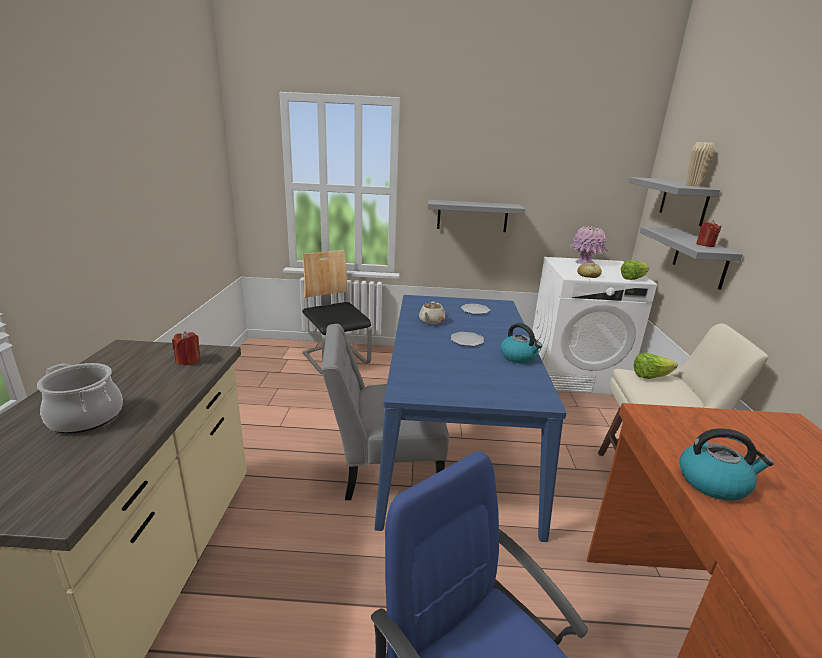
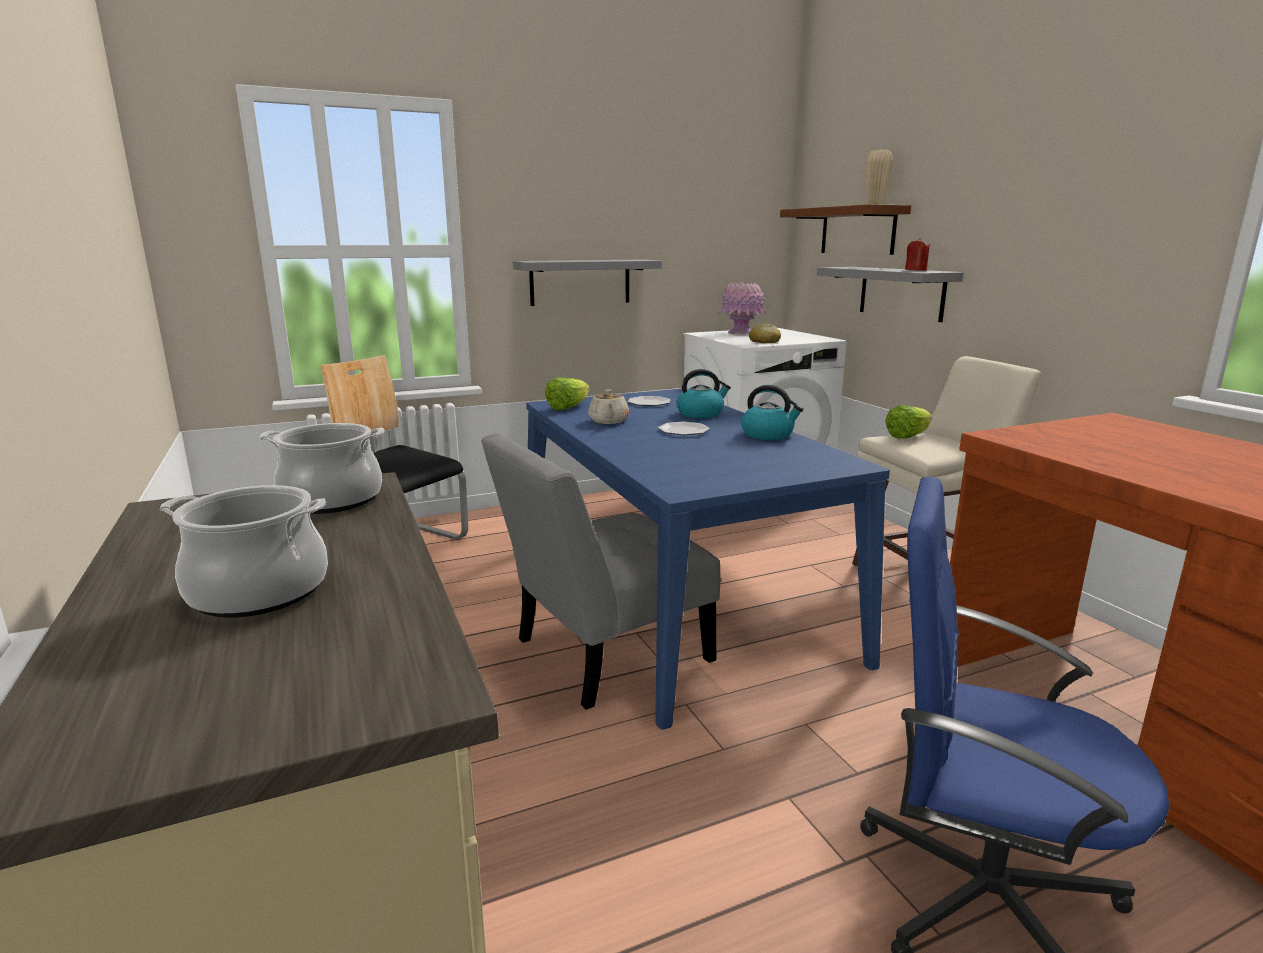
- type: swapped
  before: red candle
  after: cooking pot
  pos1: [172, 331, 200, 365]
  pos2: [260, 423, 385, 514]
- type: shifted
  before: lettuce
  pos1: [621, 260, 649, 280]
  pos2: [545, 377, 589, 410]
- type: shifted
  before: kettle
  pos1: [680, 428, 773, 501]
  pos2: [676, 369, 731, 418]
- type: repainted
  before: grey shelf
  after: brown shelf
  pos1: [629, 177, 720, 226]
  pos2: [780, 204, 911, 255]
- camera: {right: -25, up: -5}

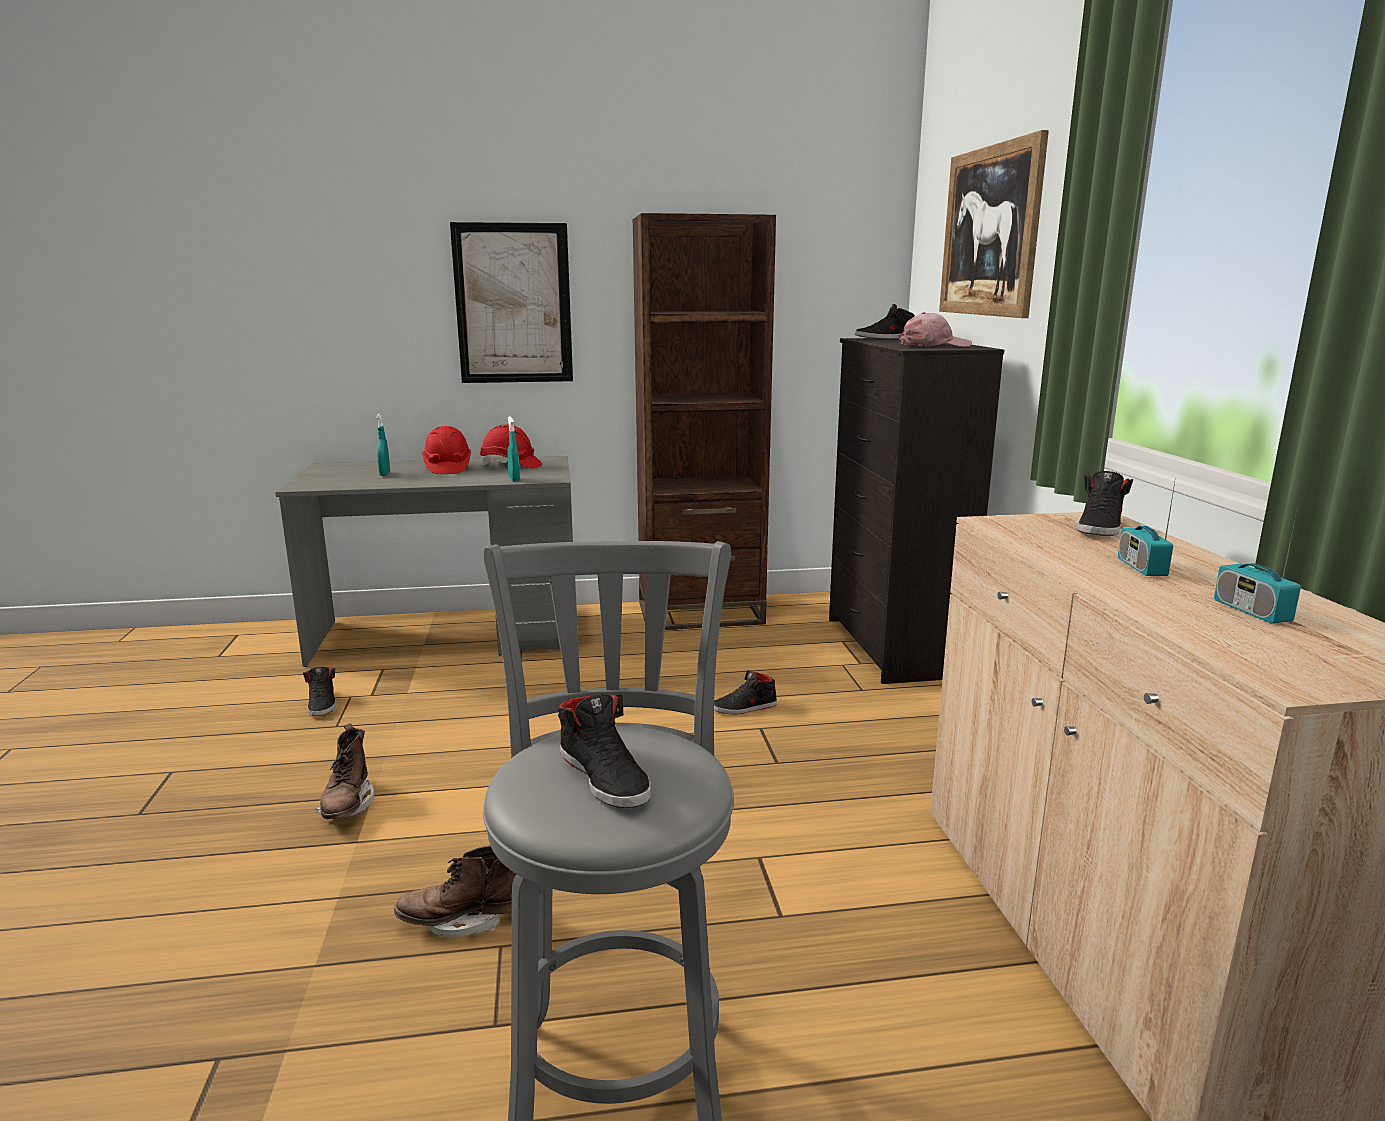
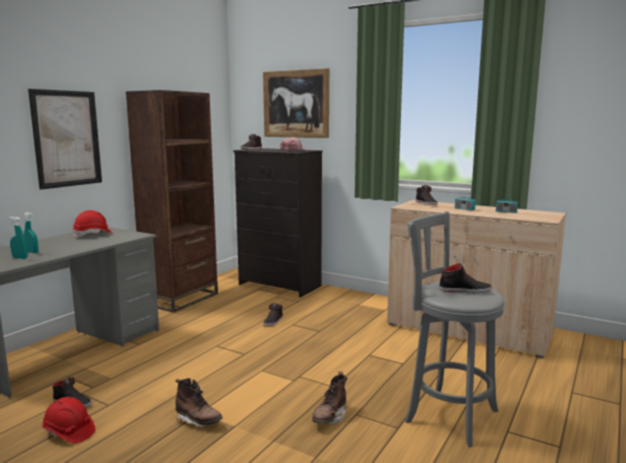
- type: shifted
  before: turquoise spray bottle
  pos1: [507, 417, 520, 482]
  pos2: [9, 216, 28, 259]
- type: shifted
  before: red hard hat
  pos1: [422, 426, 471, 474]
  pos2: [42, 397, 95, 444]
- camera: {right: -50, up: -5}

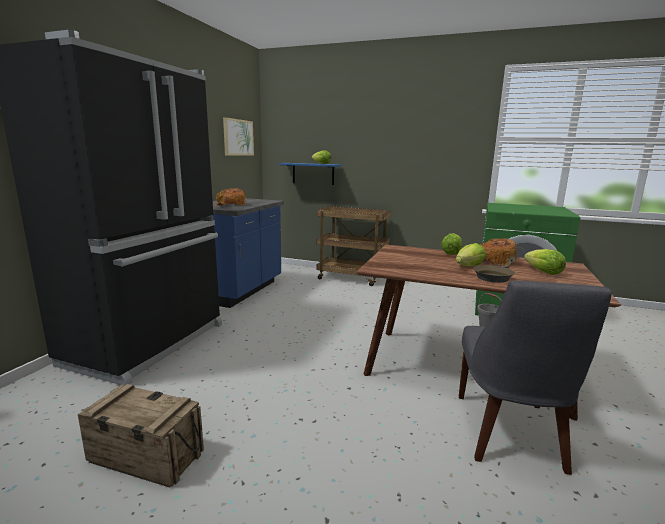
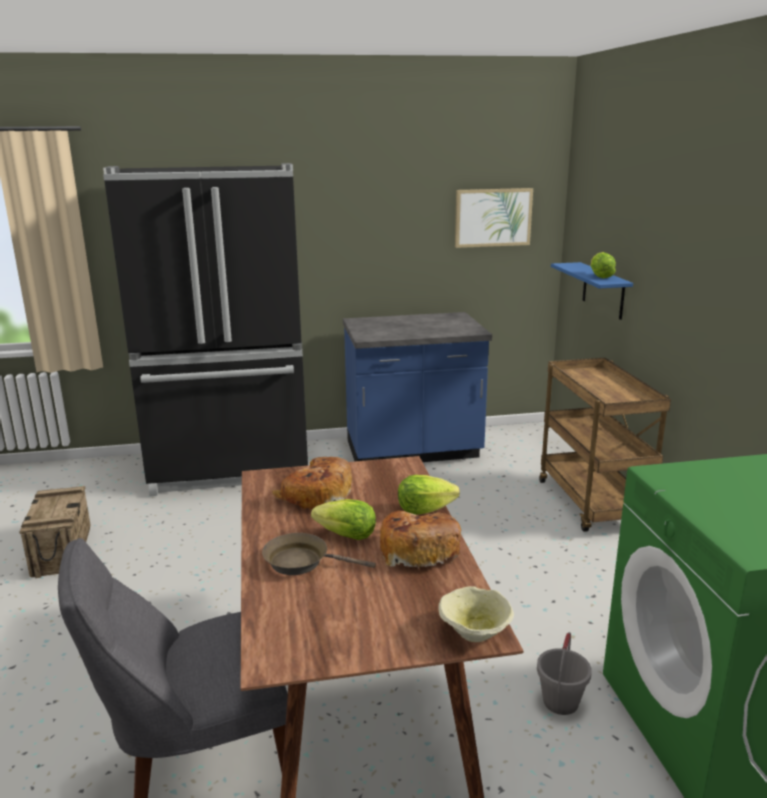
- type: shifted
  before: bread
  pos1: [214, 188, 246, 206]
  pos2: [272, 457, 352, 510]
- type: new
  after: beige bowl
  pos2: [438, 586, 514, 642]
- type: gone
  before: lettuce
  pos1: [524, 249, 566, 275]
- camera: {right: 60, up: 5}

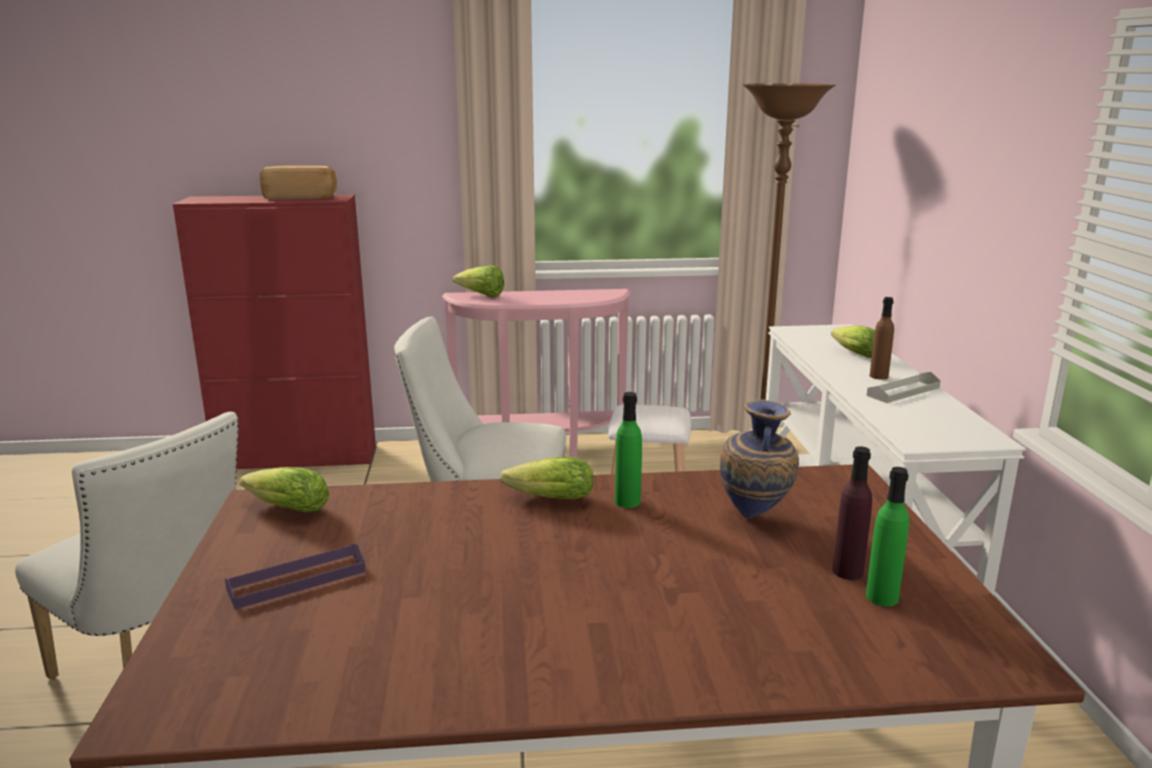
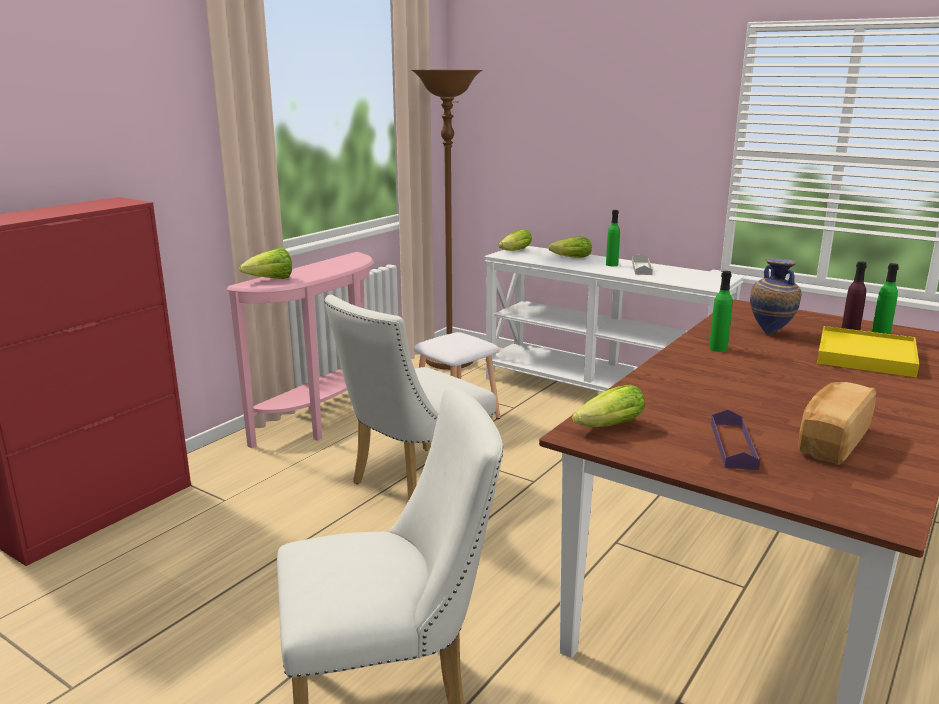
- type: shifted
  before: lettuce
  pos1: [500, 457, 594, 500]
  pos2: [499, 229, 532, 251]
- type: repainted
  before: brown bottle
  after: green bottle
  pos1: [870, 297, 894, 380]
  pos2: [606, 210, 620, 266]
- type: shifted
  before: bread
  pos1: [260, 165, 337, 199]
  pos2: [798, 382, 877, 465]
- type: new
  after: yellow tray
  pos2: [817, 326, 919, 378]
- camera: {right: -50, up: 0}

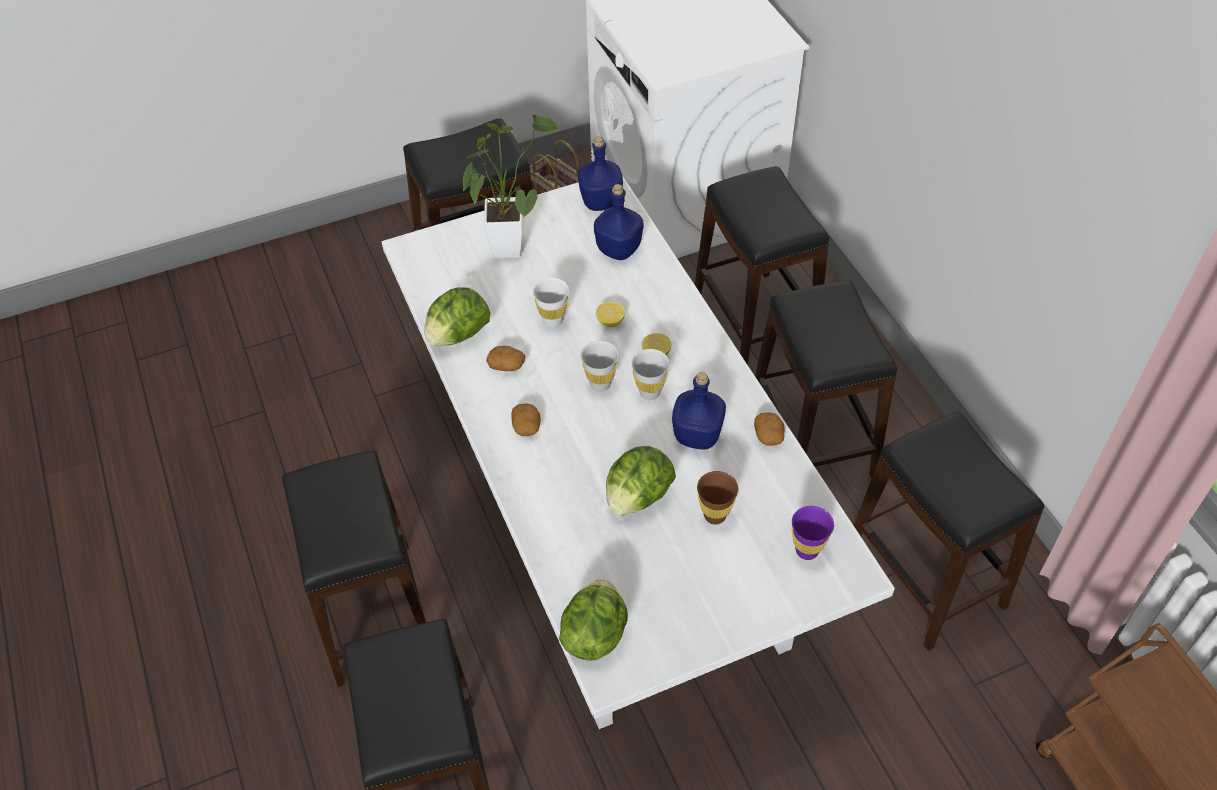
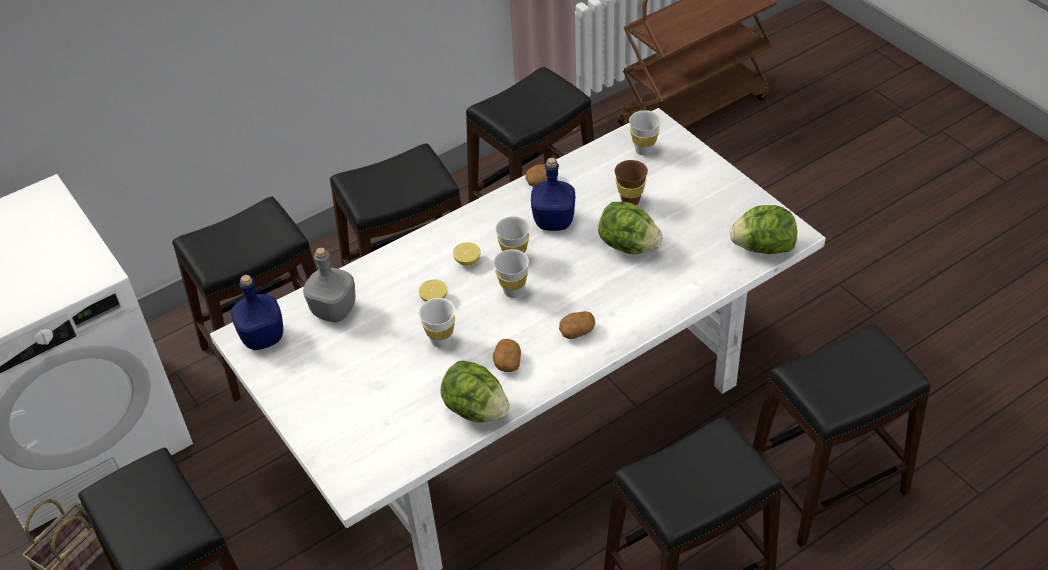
- type: repainted
  before: blue bottle
  after: grey bottle
  pos1: [594, 184, 643, 260]
  pos2: [303, 247, 355, 322]
- type: repainted
  before: purple cup
  after: white cup
  pos1: [792, 506, 834, 560]
  pos2: [629, 110, 661, 156]
- type: gone
  before: potted plant
  pos1: [463, 114, 558, 259]
- camera: {right: -100, up: -5}

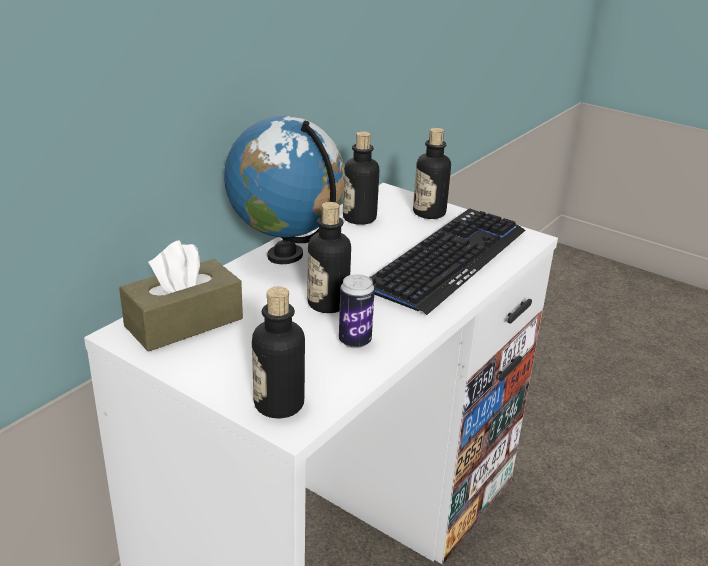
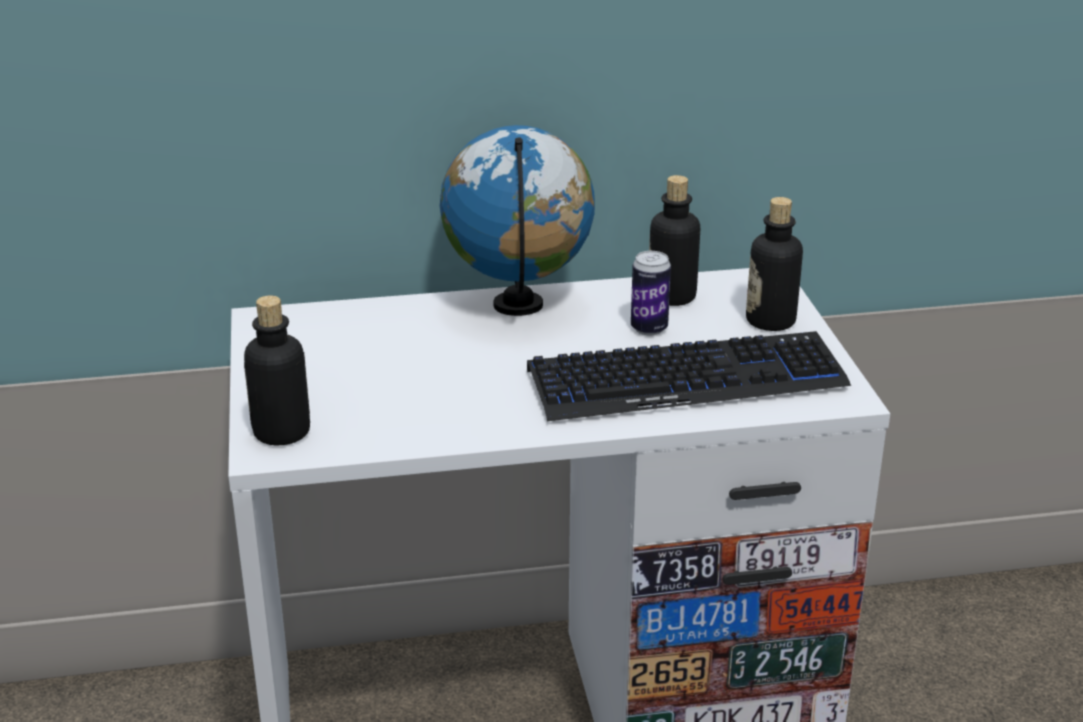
- type: shifted
  before: can
  pos1: [339, 274, 375, 349]
  pos2: [631, 251, 671, 335]
- type: gone
  before: brown tissue box
  pos1: [119, 240, 243, 352]
- type: gone
  before: bottle
  pos1: [307, 202, 351, 313]
- camera: {right: 45, up: 0}

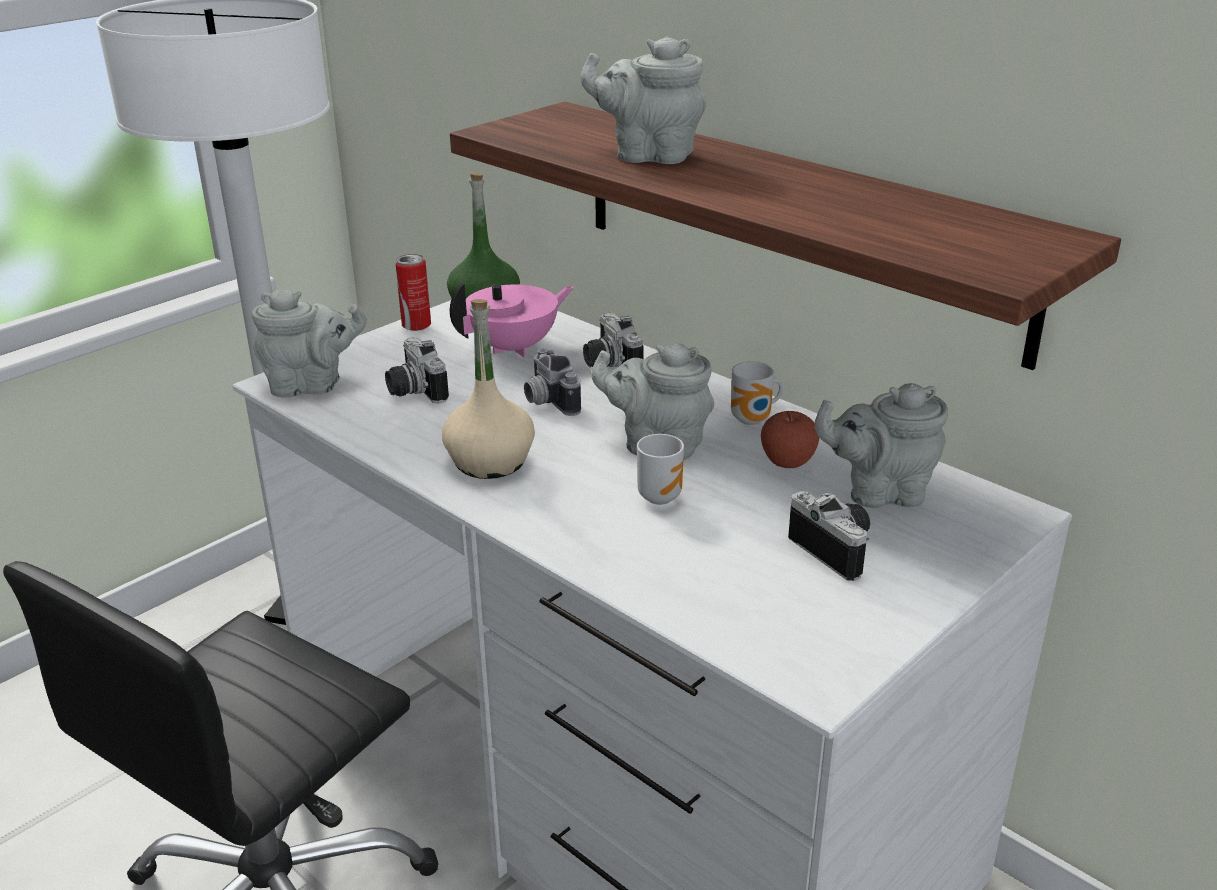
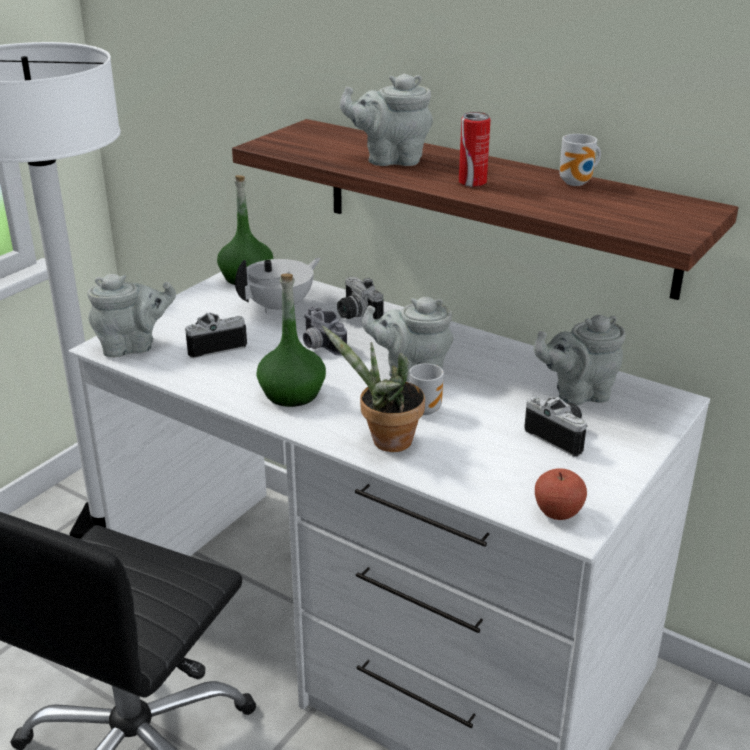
- type: rotated
  before: photo camera
  pos1: [385, 337, 449, 403]
  pos2: [185, 313, 247, 358]
  turn: 105
- type: repainted
  before: pink teapot
  after: white teapot
  pos1: [450, 282, 574, 357]
  pos2: [235, 258, 321, 313]
- type: repainted
  before: beige bottle
  after: green bottle
  pos1: [442, 299, 535, 479]
  pos2: [257, 273, 326, 407]
- type: new
  after: potted plant
  pos2: [322, 325, 425, 452]
- type: shifted
  before: can
  pos1: [395, 254, 431, 331]
  pos2: [459, 112, 490, 187]
- type: shifted
  before: apple
  pos1: [761, 411, 819, 468]
  pos2: [535, 468, 587, 520]
- type: shifted
  before: mug
  pos1: [731, 361, 784, 425]
  pos2: [559, 134, 601, 186]
- camera: {right: -10, up: 0}

